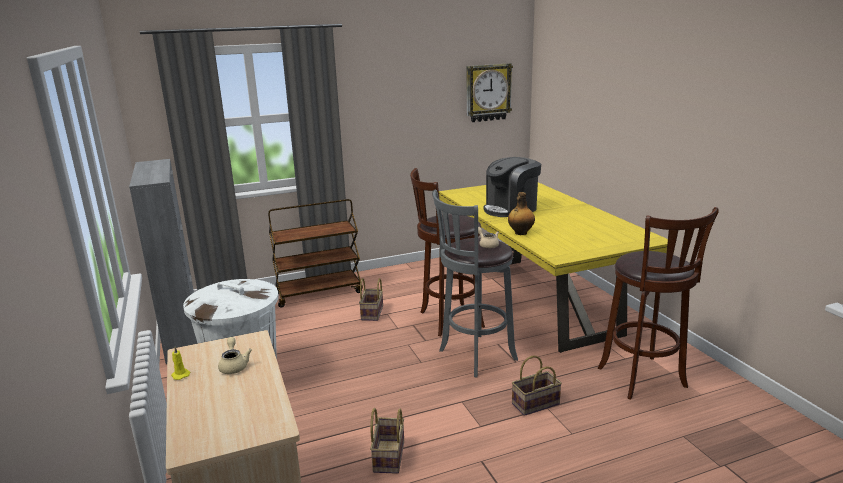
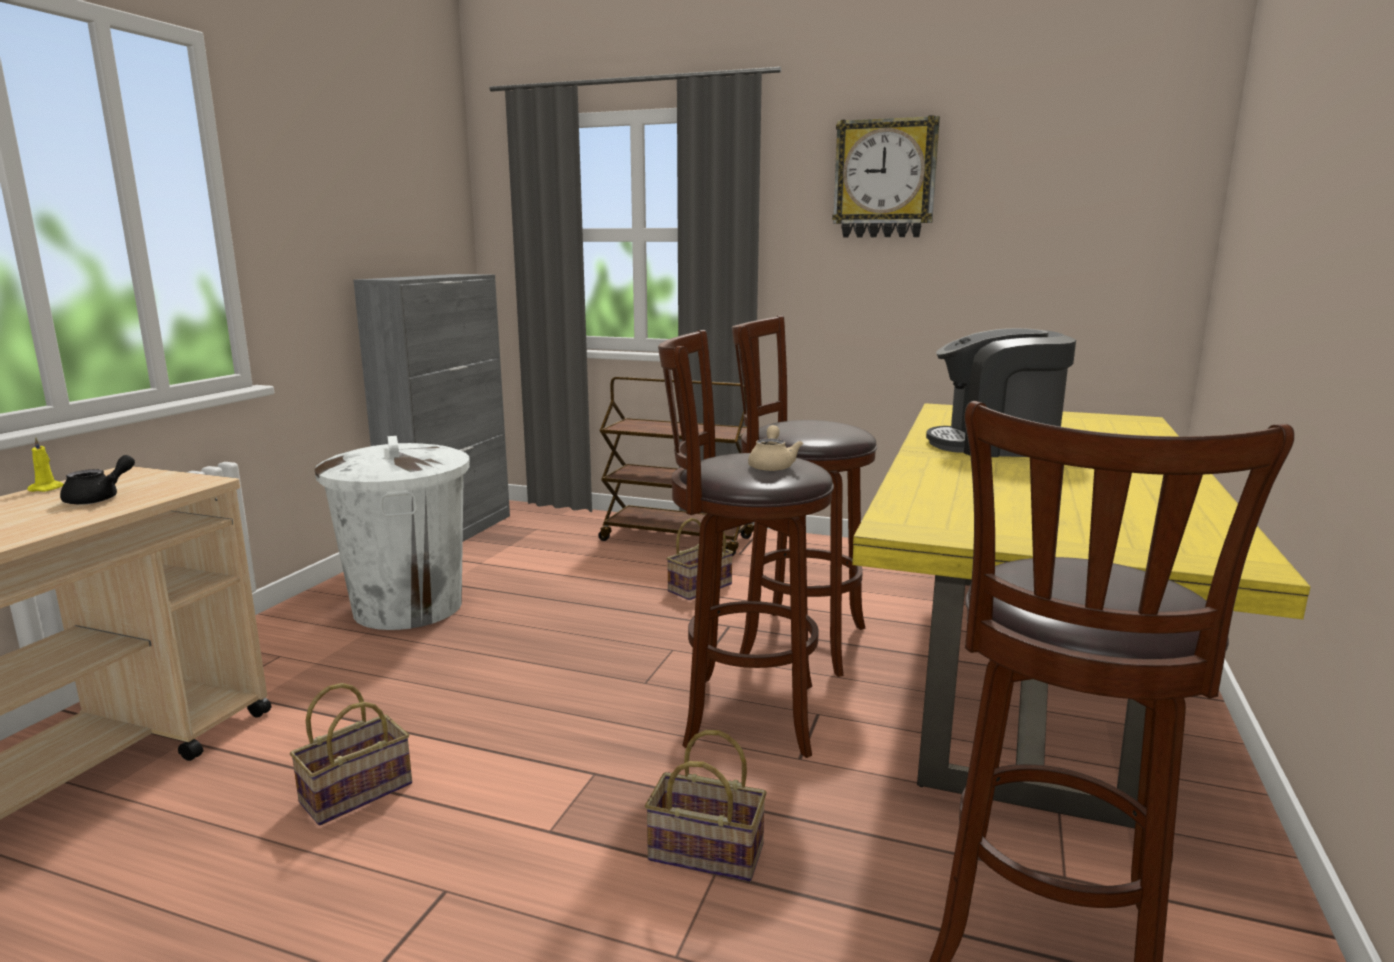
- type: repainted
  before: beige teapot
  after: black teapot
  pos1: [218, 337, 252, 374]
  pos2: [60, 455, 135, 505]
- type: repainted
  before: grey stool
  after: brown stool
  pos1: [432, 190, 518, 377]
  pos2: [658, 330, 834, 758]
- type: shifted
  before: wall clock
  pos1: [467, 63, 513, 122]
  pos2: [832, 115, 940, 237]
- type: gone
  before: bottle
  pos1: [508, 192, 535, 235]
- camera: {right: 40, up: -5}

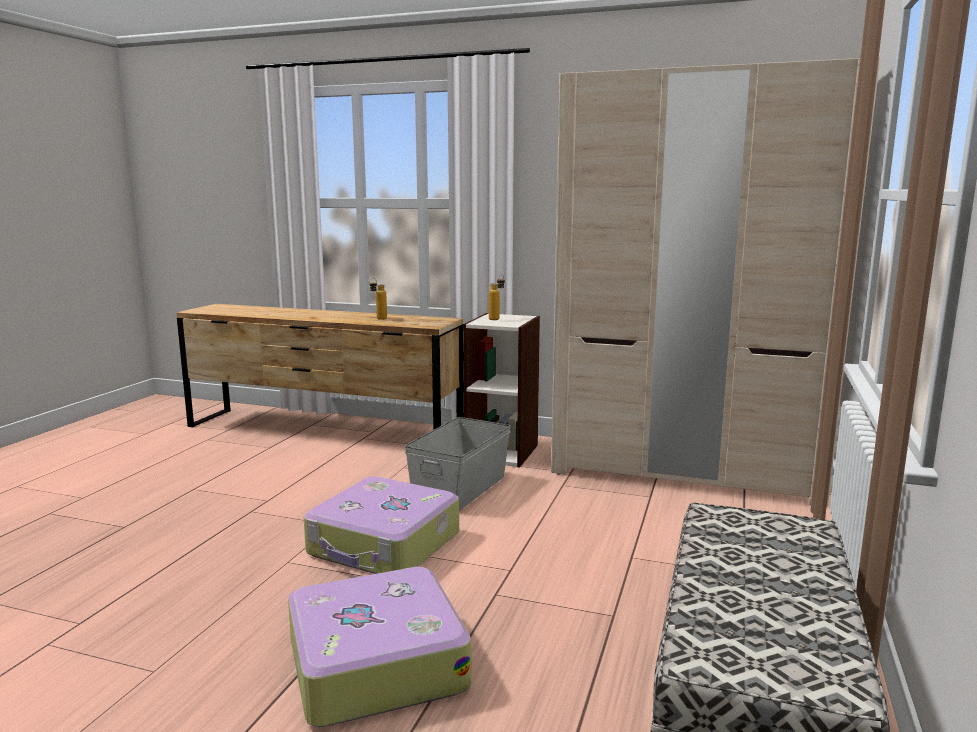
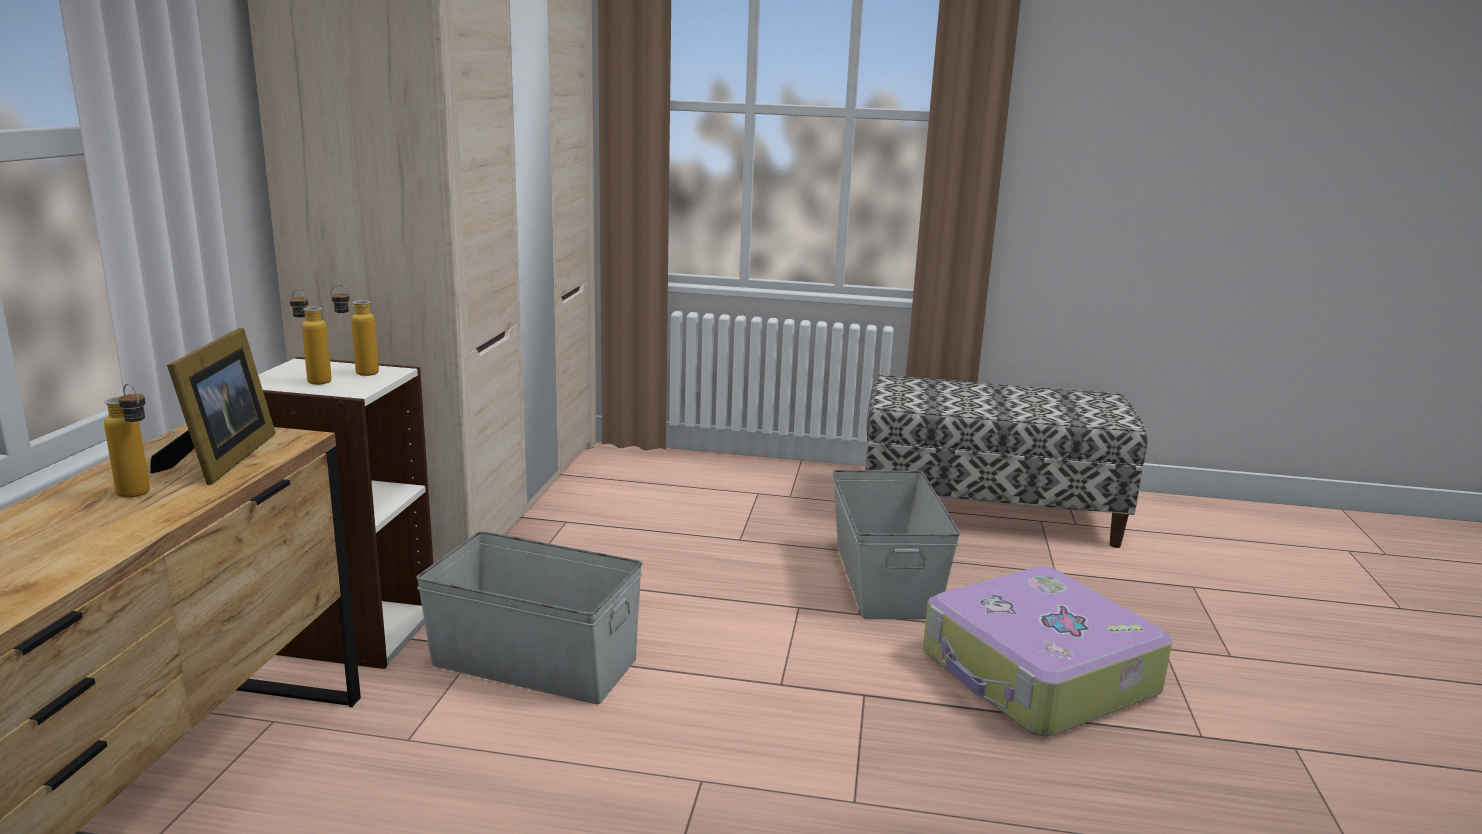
- type: new
  after: picture frame
  pos2: [150, 328, 276, 485]
- type: new
  after: bottle
  pos2: [331, 285, 379, 376]
- type: new
  after: grey storage box
  pos2: [832, 470, 961, 619]
- type: gone
  before: suitcase
  pos1: [304, 476, 459, 574]
- camera: {right: -100, up: 5}

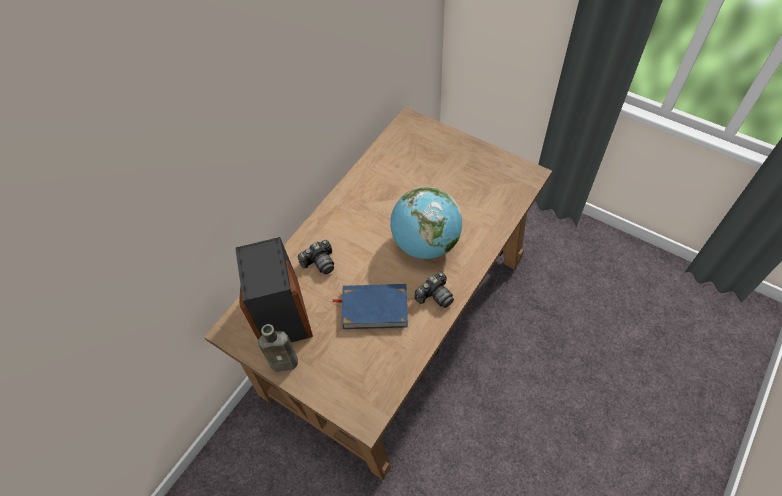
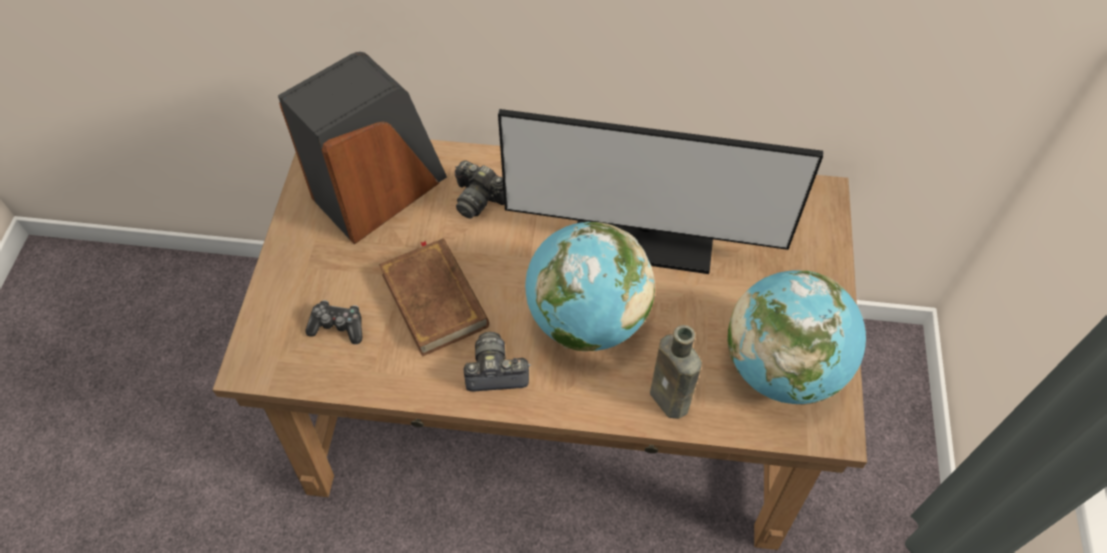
- type: new
  after: game controller
  pos2: [306, 300, 362, 344]
- type: repainted
  before: blue book
  after: brown book
  pos1: [332, 284, 408, 329]
  pos2: [379, 238, 489, 357]
- type: rotated
  before: photo camera
  pos1: [415, 272, 454, 308]
  pos2: [464, 332, 531, 391]
  turn: 150
- type: new
  after: monitor
  pos2: [498, 109, 823, 274]
- type: shifted
  before: brown bottle
  pos1: [258, 324, 298, 371]
  pos2: [650, 325, 702, 419]
- type: new
  after: globe
  pos2: [727, 270, 866, 405]
- camera: {right: 60, up: 0}

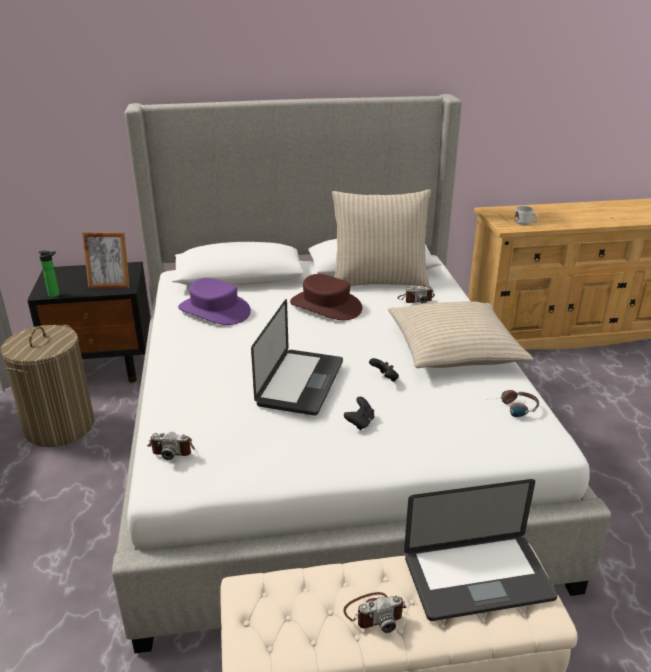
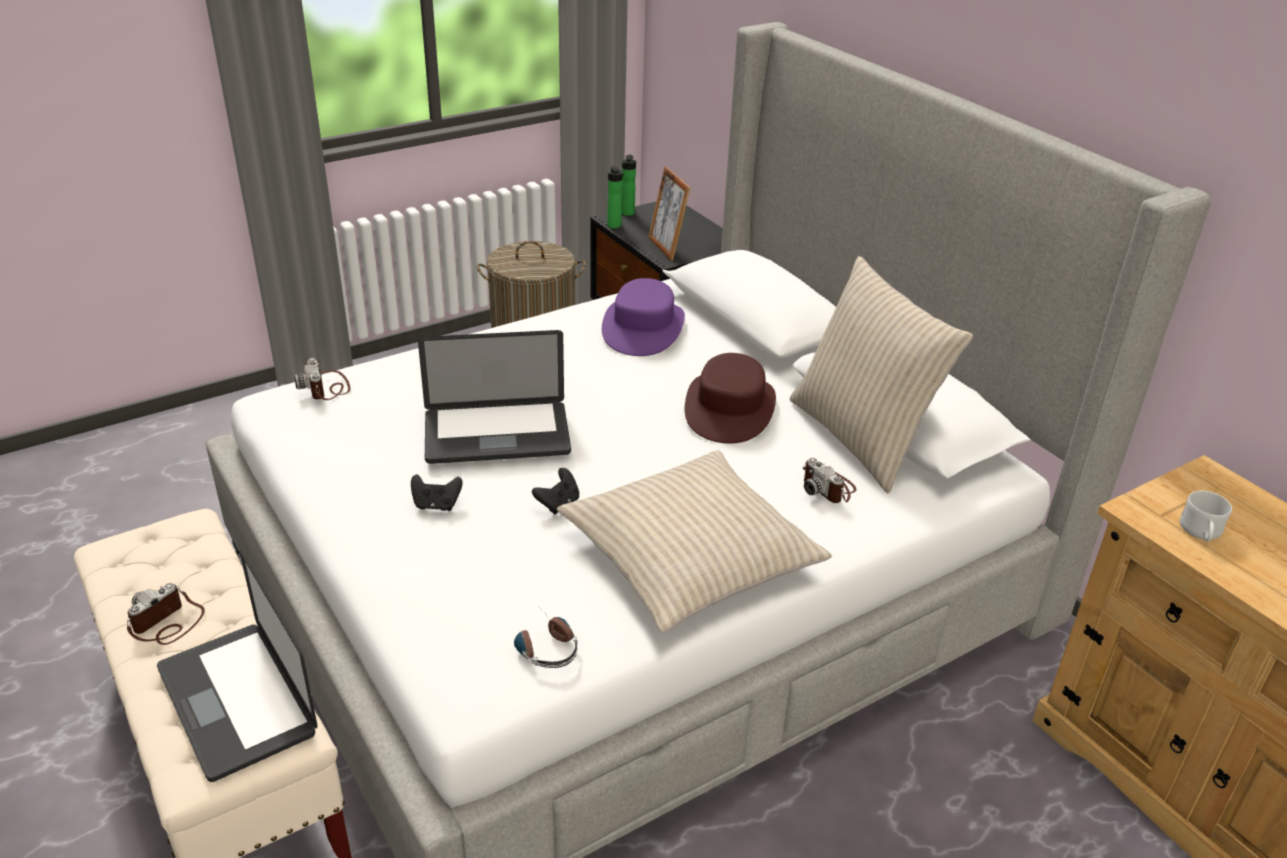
- type: rotated
  before: photo camera
  pos1: [343, 592, 406, 633]
  pos2: [127, 583, 205, 645]
  turn: 75
- type: new
  after: bottle
  pos2: [622, 154, 636, 216]
- camera: {right: 65, up: 5}

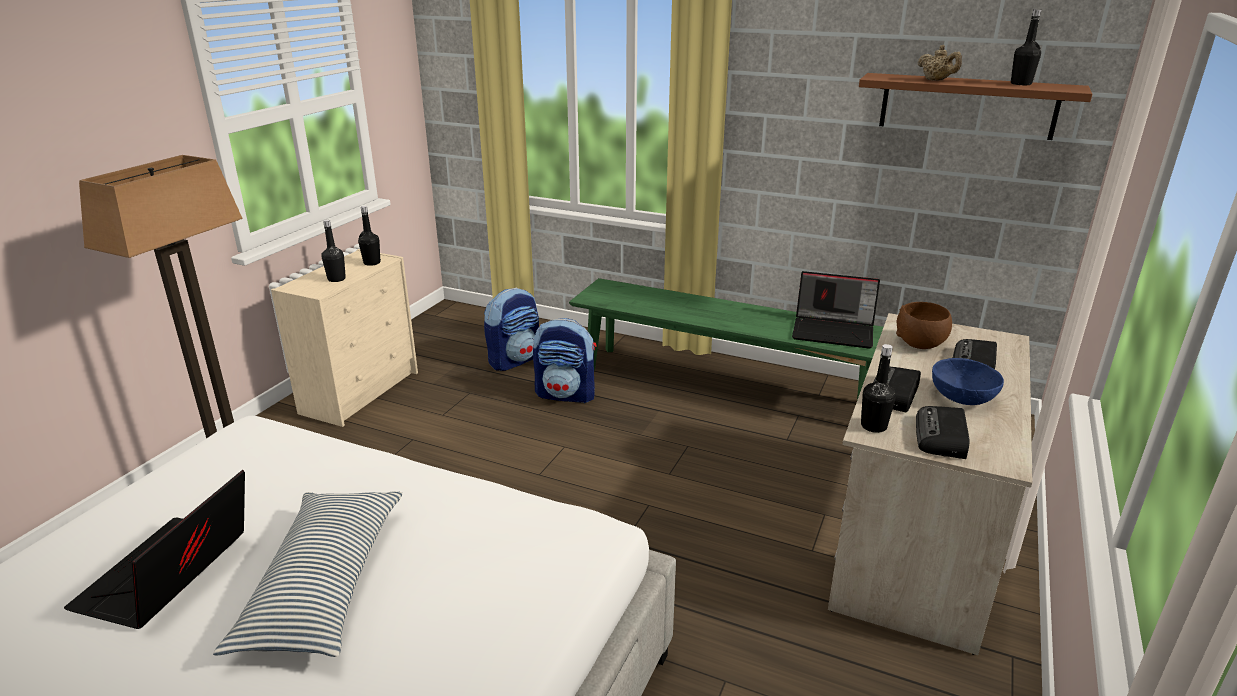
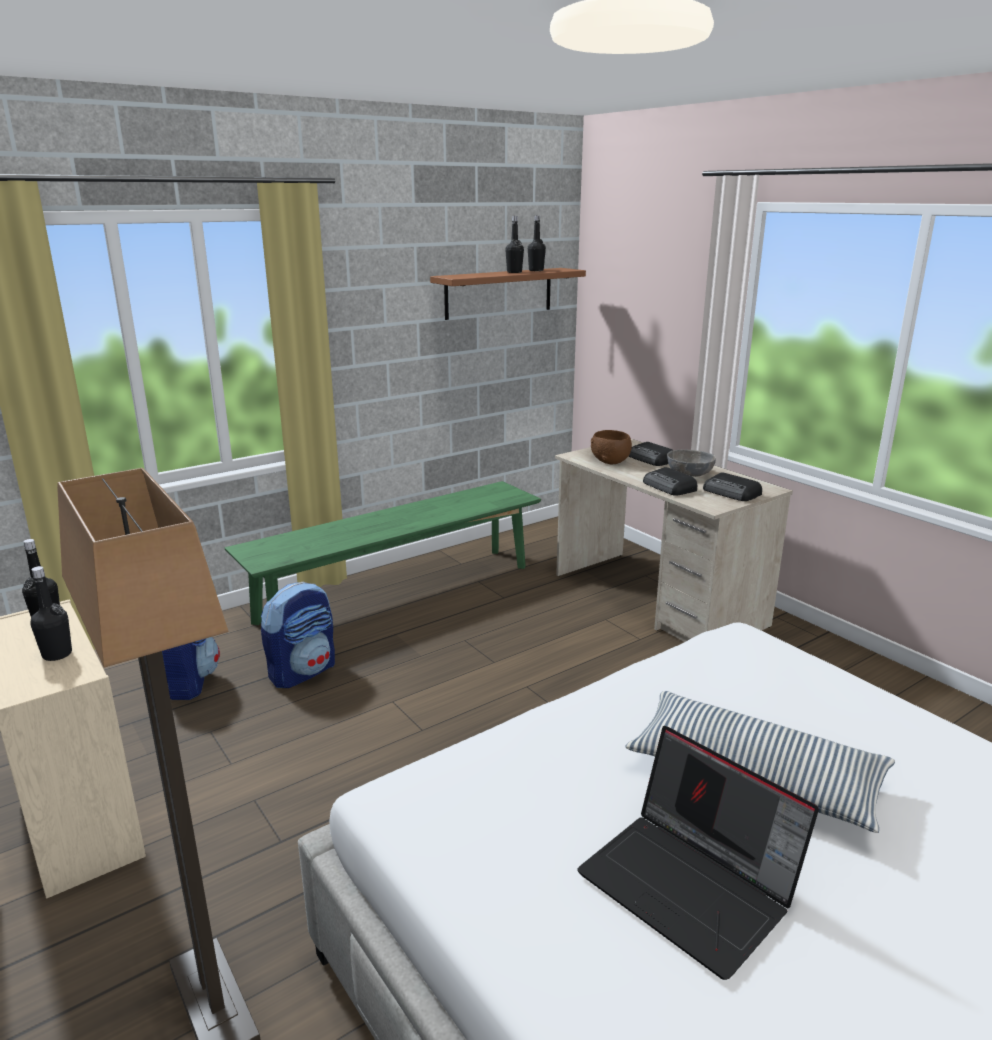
- type: shifted
  before: black bottle
  pos1: [861, 344, 896, 433]
  pos2: [505, 216, 524, 273]
- type: repainted
  before: blue bowl
  after: grey bowl
  pos1: [932, 358, 1004, 405]
  pos2: [667, 449, 716, 477]
- type: gone
  before: laptop
  pos1: [792, 271, 880, 349]
- type: gone
  before: beige teapot
  pos1: [917, 45, 962, 81]
- camera: {right: -60, up: -5}

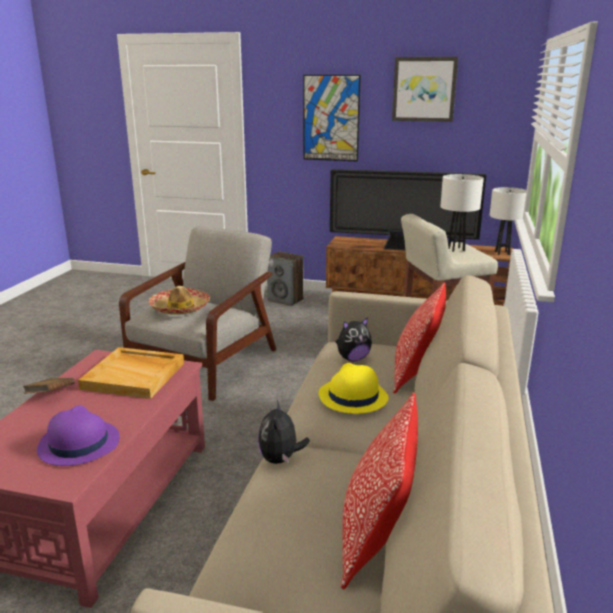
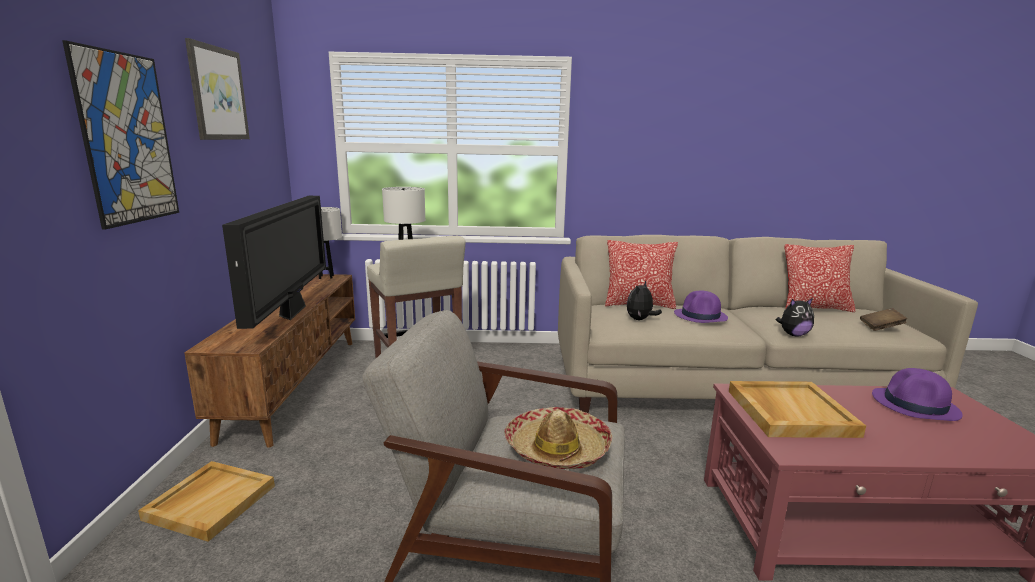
- type: swapped
  before: speaker
  after: beige tray
  pos1: [267, 251, 303, 306]
  pos2: [138, 461, 275, 542]
- type: rotated
  before: plush toy
  pos1: [335, 317, 372, 362]
  pos2: [627, 280, 662, 320]
  turn: -105
- type: repainted
  before: yellow hat
  after: purple hat
  pos1: [319, 363, 388, 414]
  pos2: [674, 291, 728, 323]
- type: shifted
  before: brown book
  pos1: [23, 378, 75, 394]
  pos2: [860, 308, 907, 331]
- camera: {right: -105, up: -5}

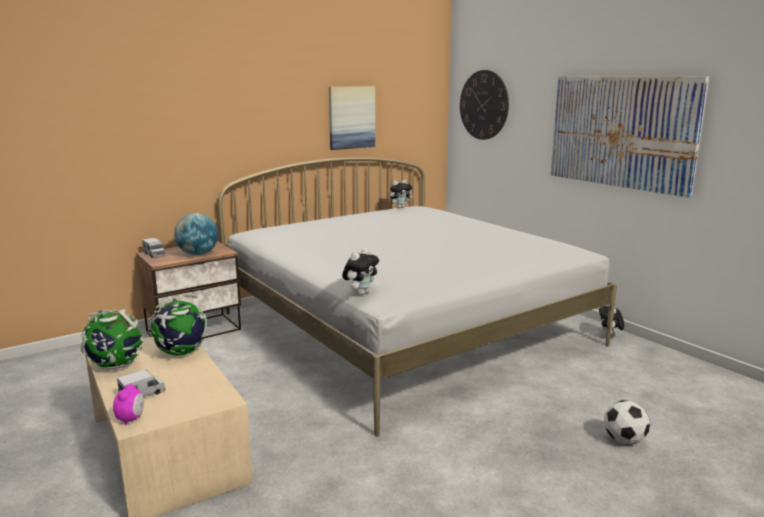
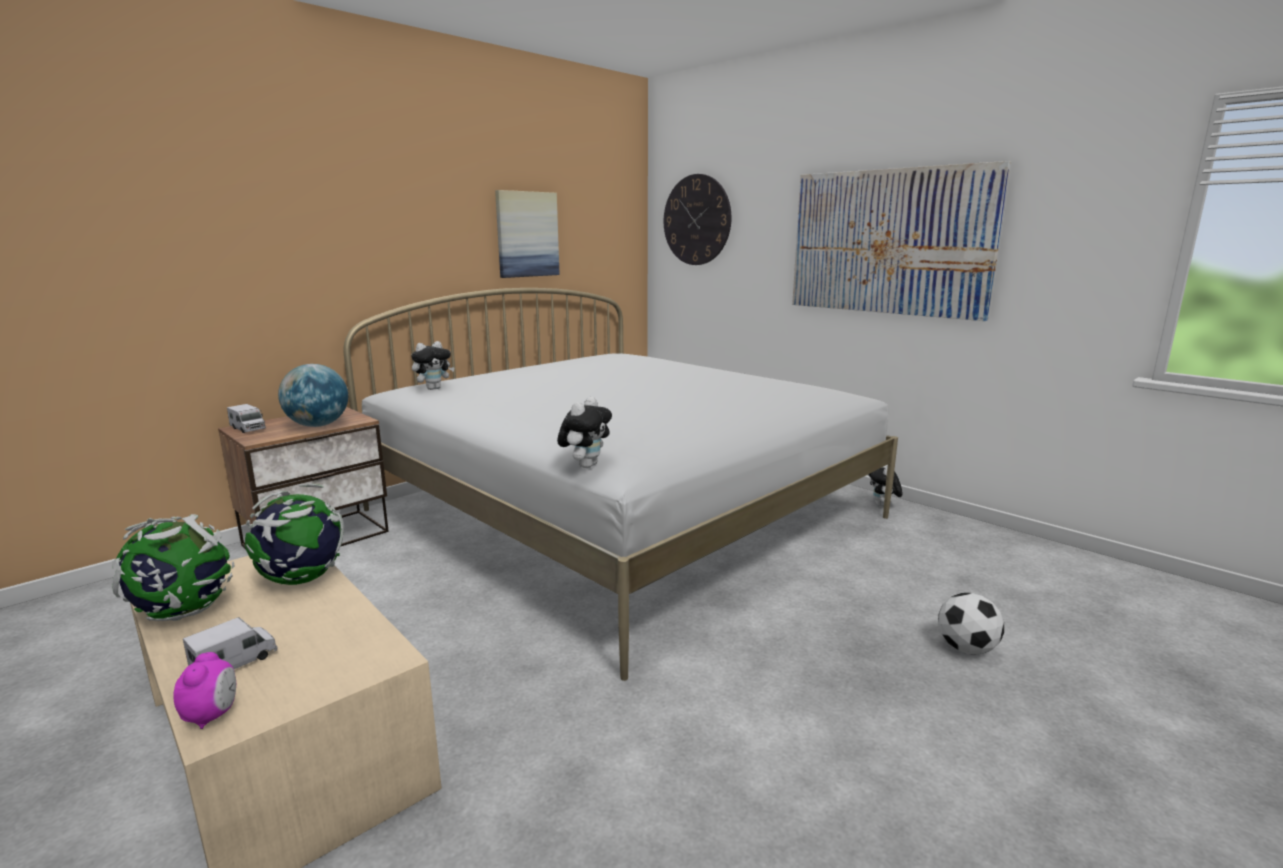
- type: shifted
  before: plush toy
  pos1: [389, 180, 413, 208]
  pos2: [411, 341, 455, 390]
- camera: {right: -10, up: 0}

